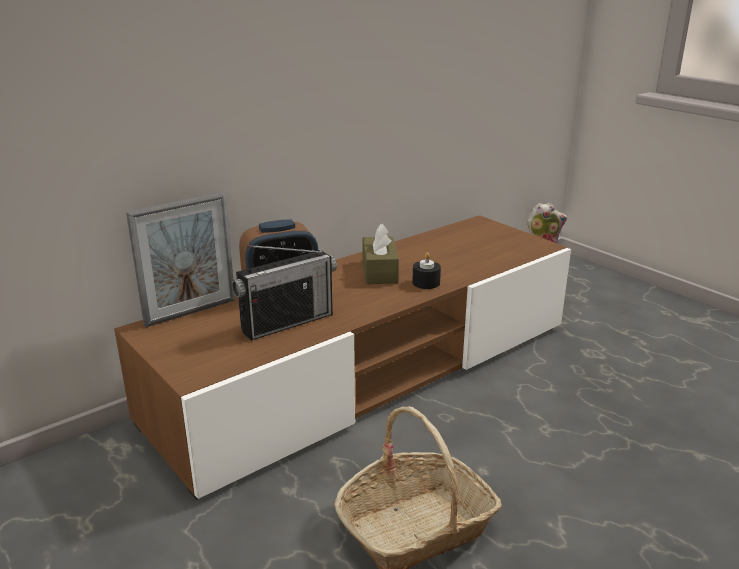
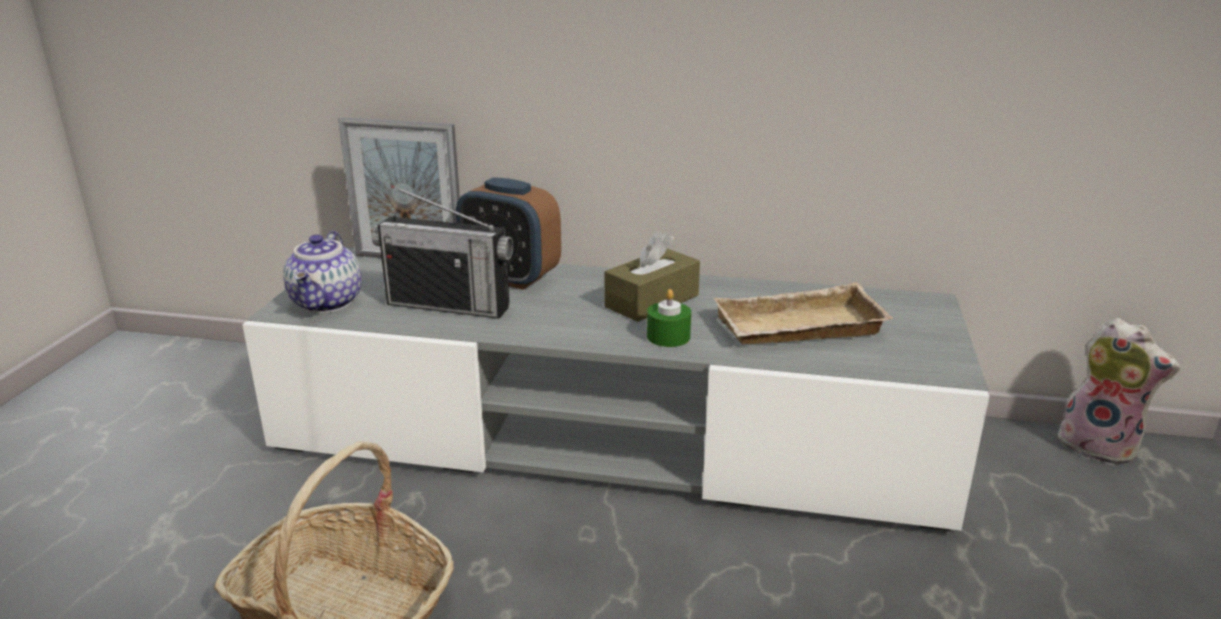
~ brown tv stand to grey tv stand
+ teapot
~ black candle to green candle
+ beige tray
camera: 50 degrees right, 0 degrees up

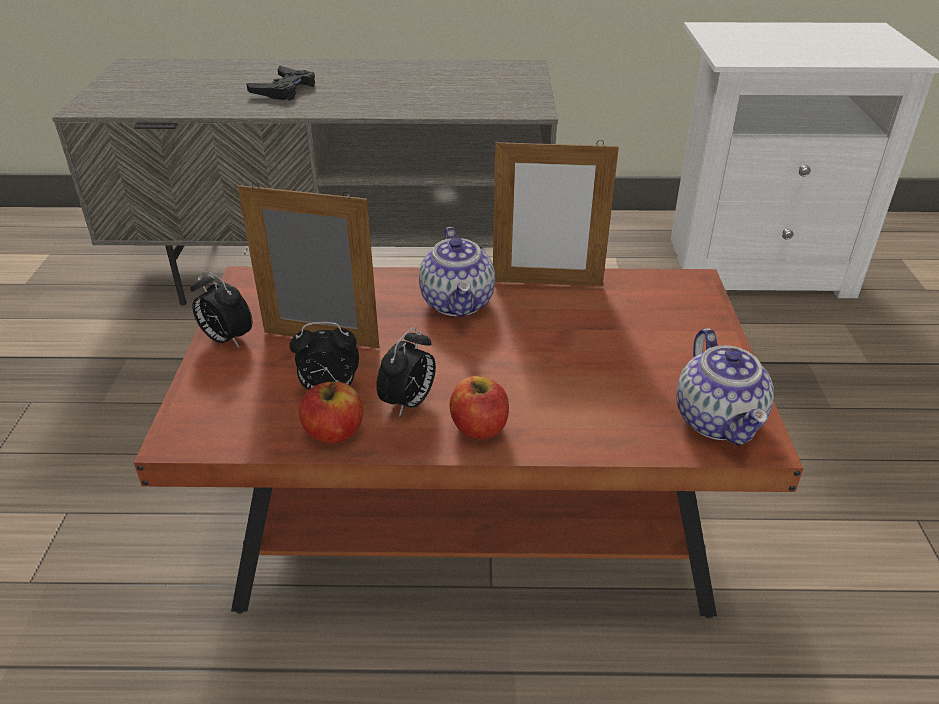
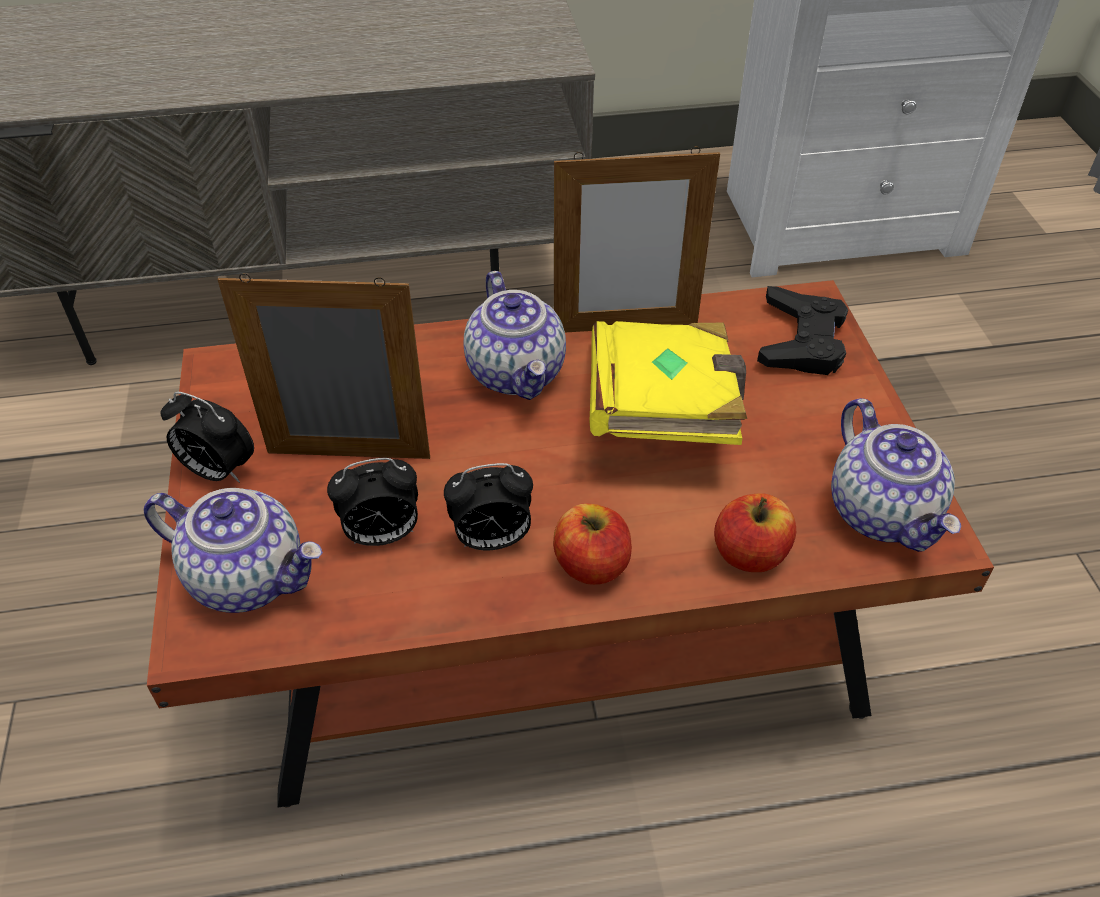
+ teapot (1st from left)
~ alarm clock (3rd from left) 60 degrees clockwise
+ yellow book
~ apple (1st from left in the first image) to apple (2nd from left)
~ black game controller
camera: 10 degrees left, 10 degrees up

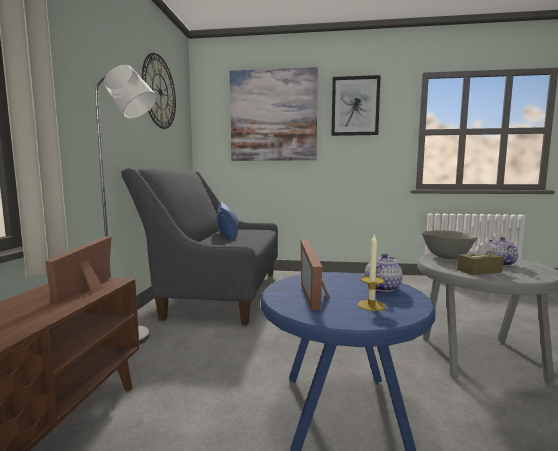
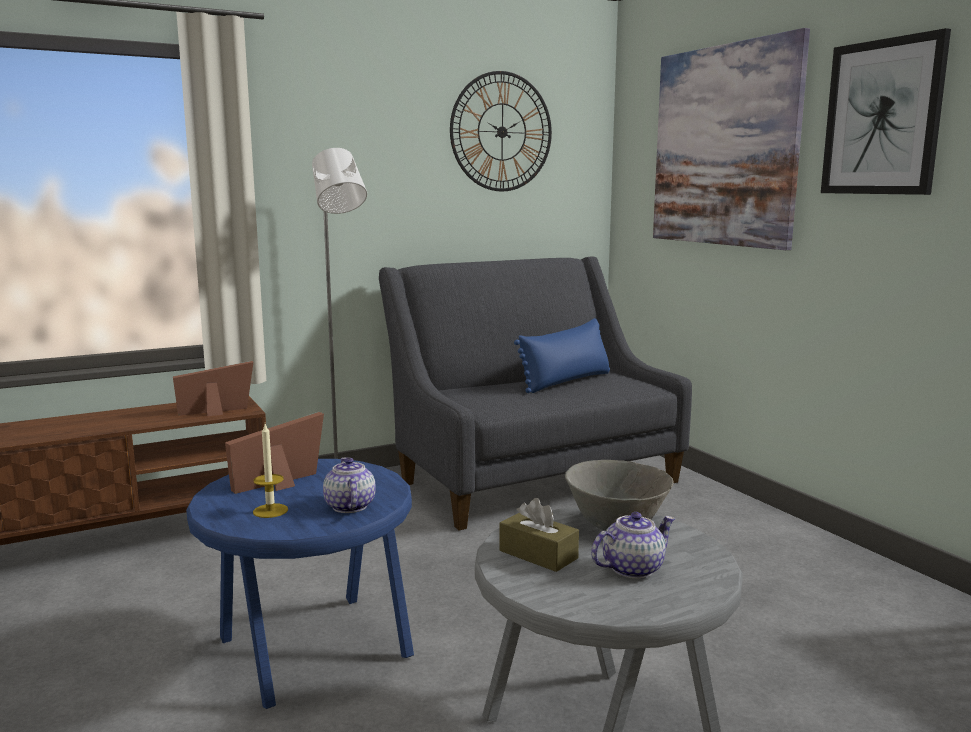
~ teapot (1st from left) 105 degrees counterclockwise
camera: 55 degrees right, 5 degrees up

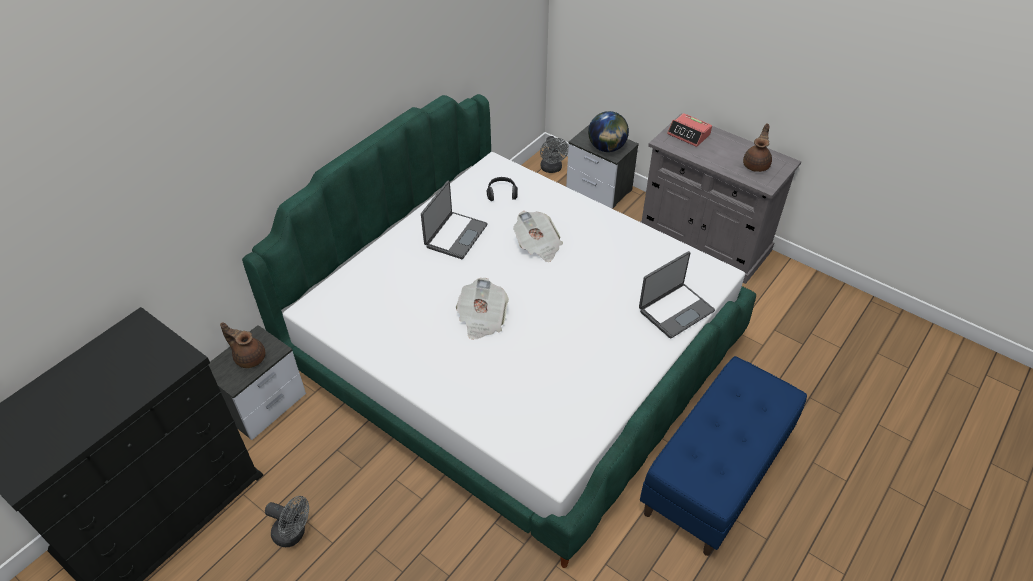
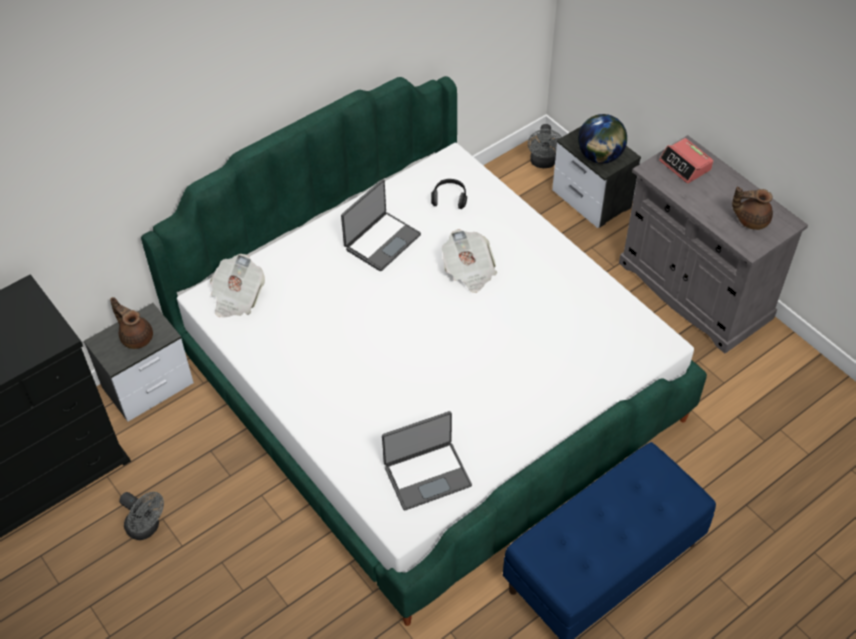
~ newspaper (1st from left)
~ laptop (2nd from left)
~ brown teapot (2nd from left) 120 degrees counterclockwise
camera: 15 degrees right, 5 degrees up

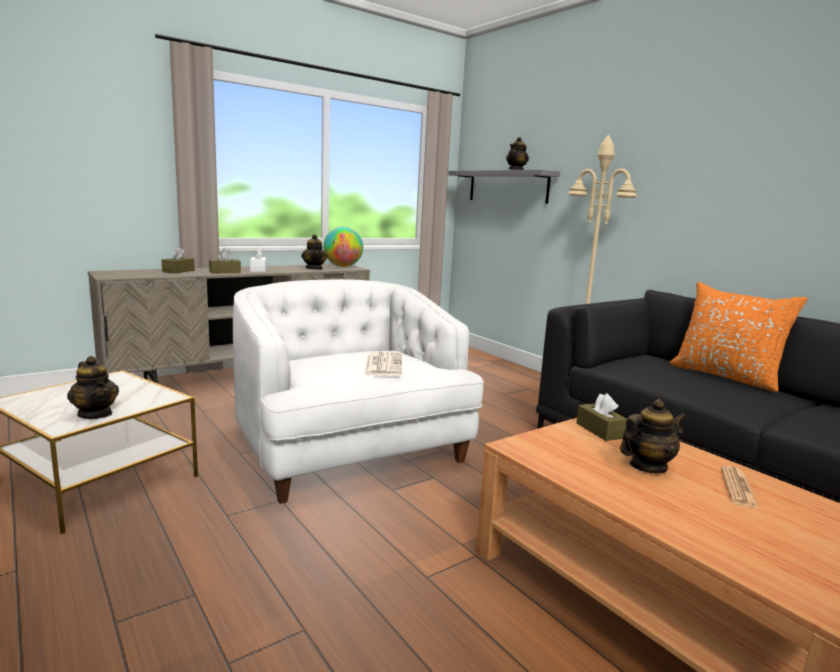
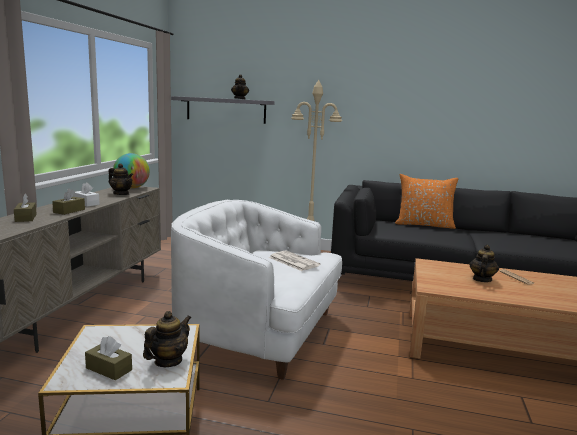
~ brown tissue box (3rd from left)
~ teapot (1st from left in the first image) 60 degrees counterclockwise
camera: 40 degrees left, 0 degrees up

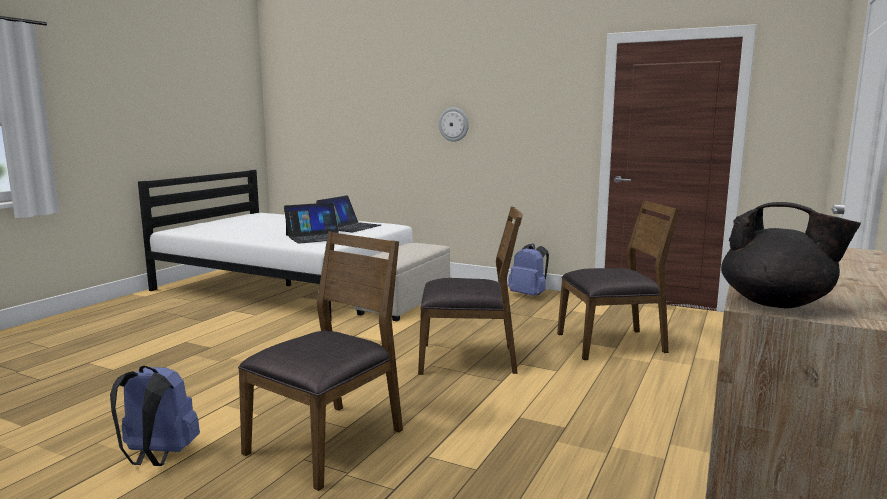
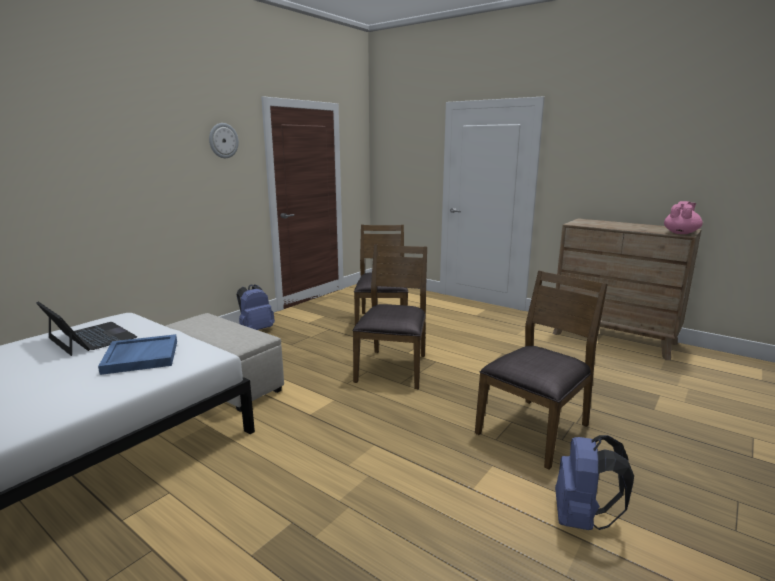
~ laptop (1st from left) to blue tray
~ wall clock
~ brown chair (1st from left in the first image) 90 degrees clockwise
~ black teapot to pink teapot
camera: 80 degrees left, 5 degrees up

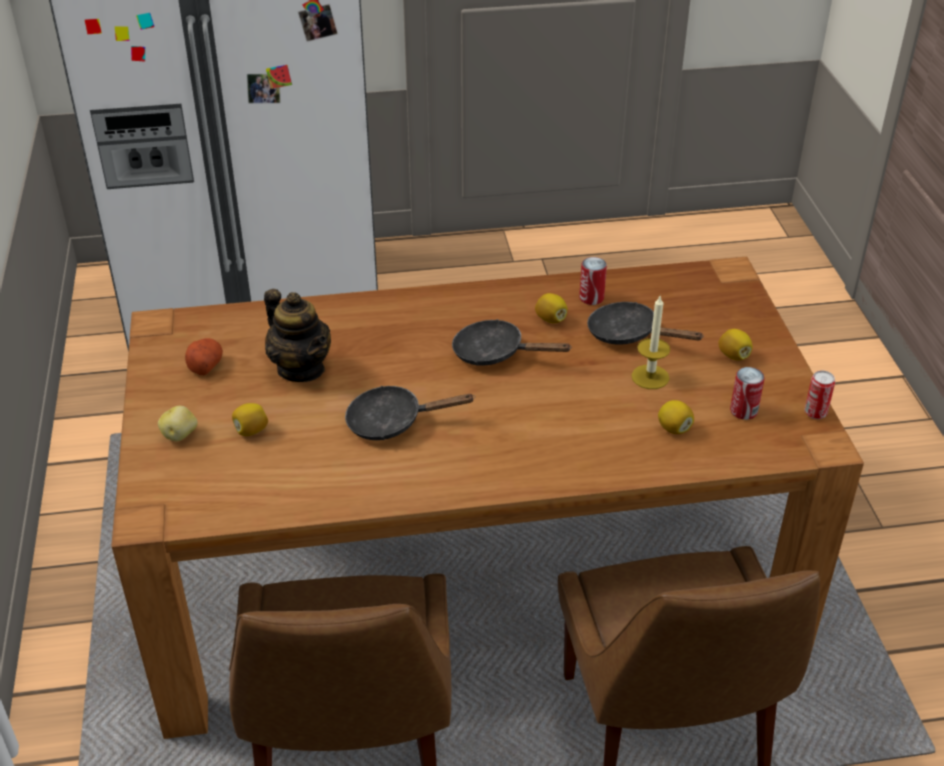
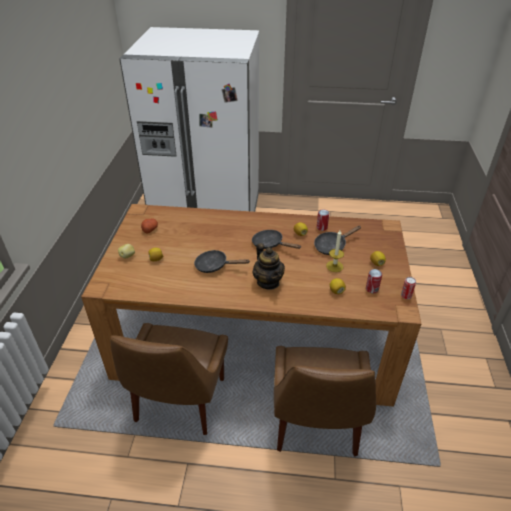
~ teapot
~ black frying pan (3rd from left) 75 degrees counterclockwise
camera: 15 degrees right, 0 degrees up

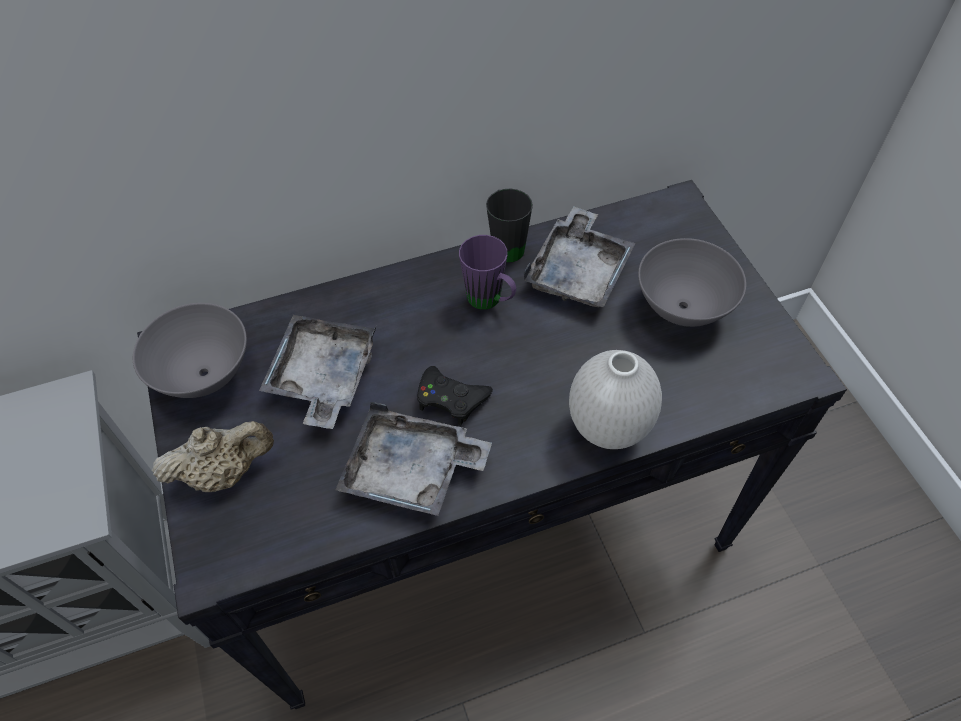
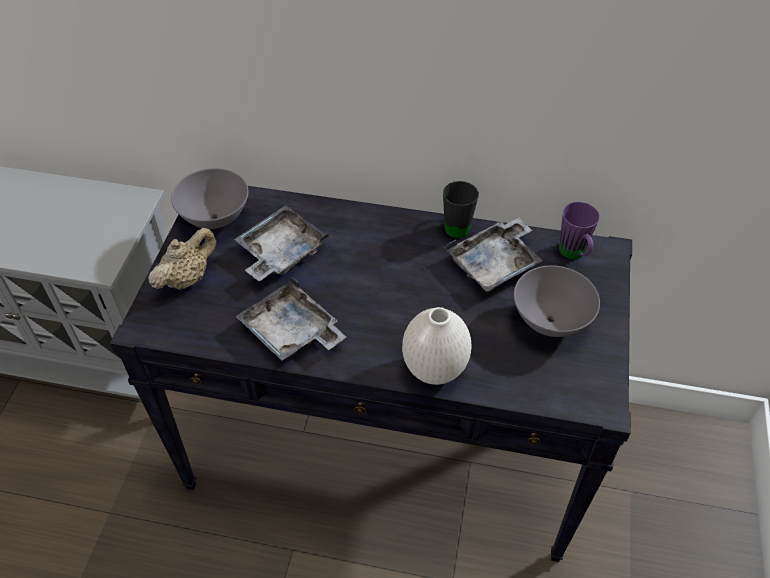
~ beige teapot 60 degrees counterclockwise
~ purple mug
- black game controller
camera: 30 degrees right, 5 degrees down

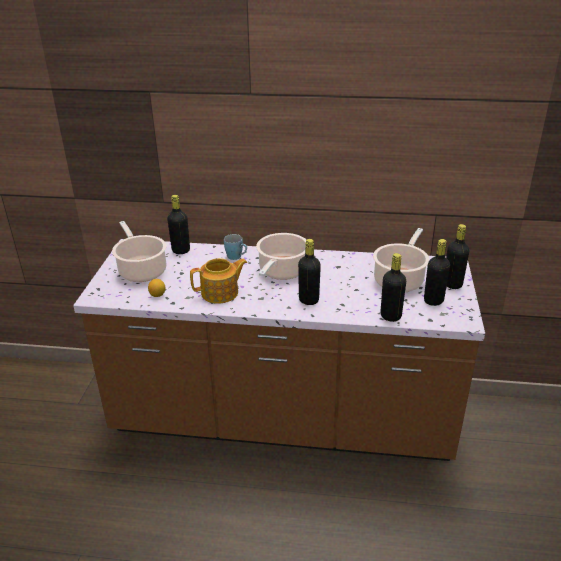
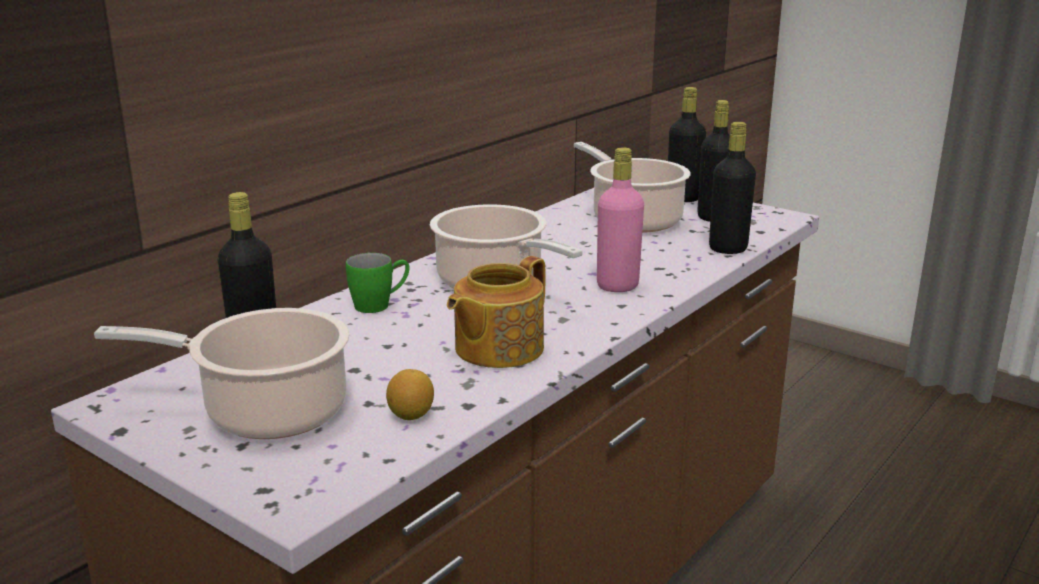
~ blue mug to green mug
~ teapot 150 degrees counterclockwise
~ black bottle (2nd from left) to pink bottle
camera: 60 degrees left, 10 degrees down

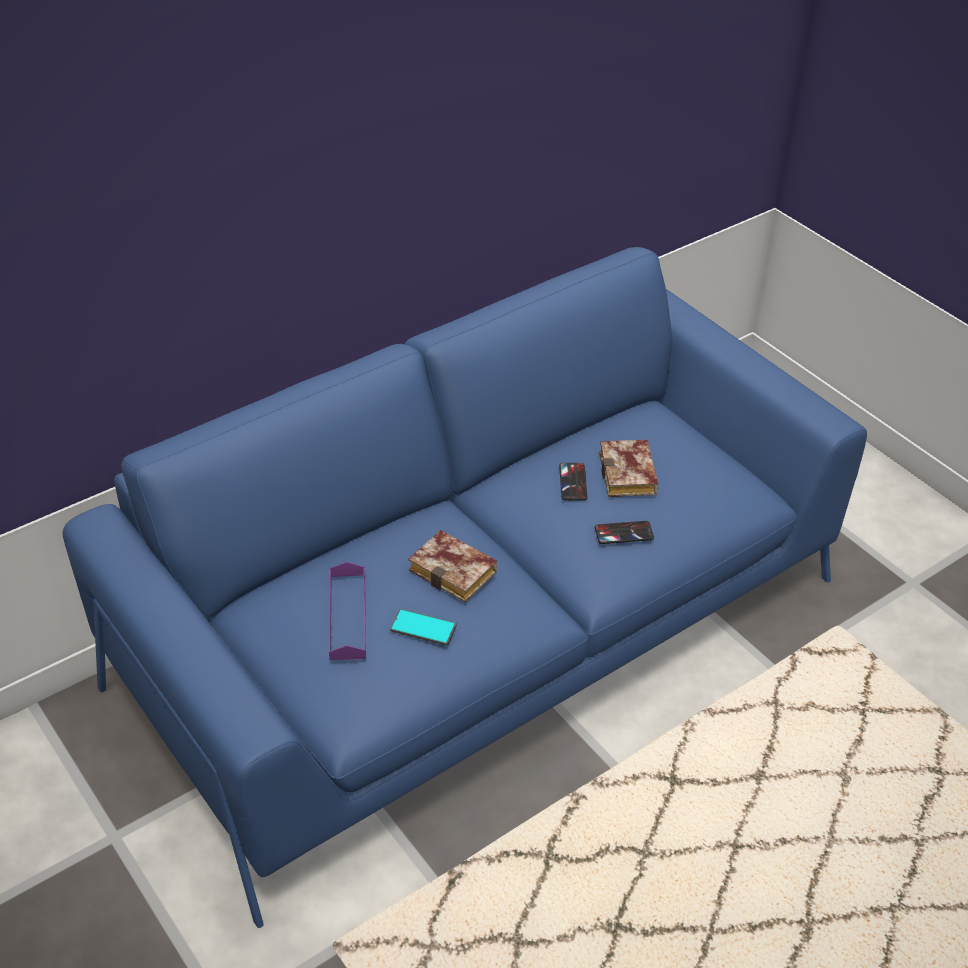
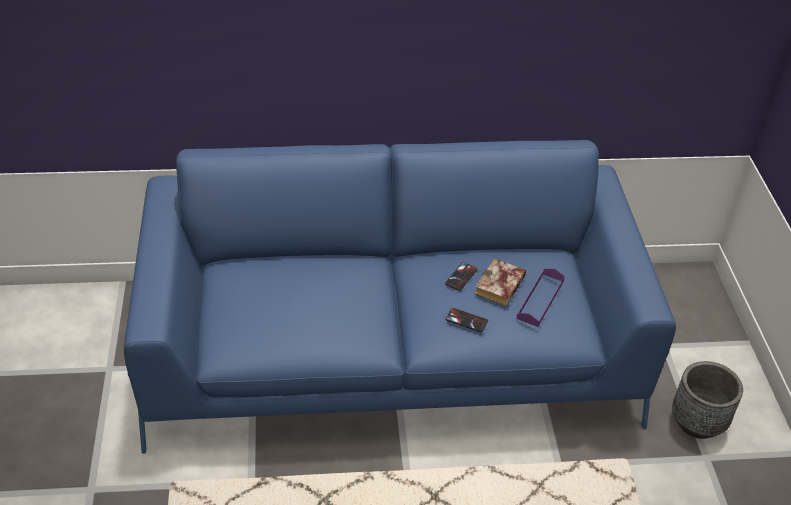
~ purple tray
+ grey planter
- phone (1st from left)
- book (1st from left)
camera: 30 degrees right, 0 degrees up

